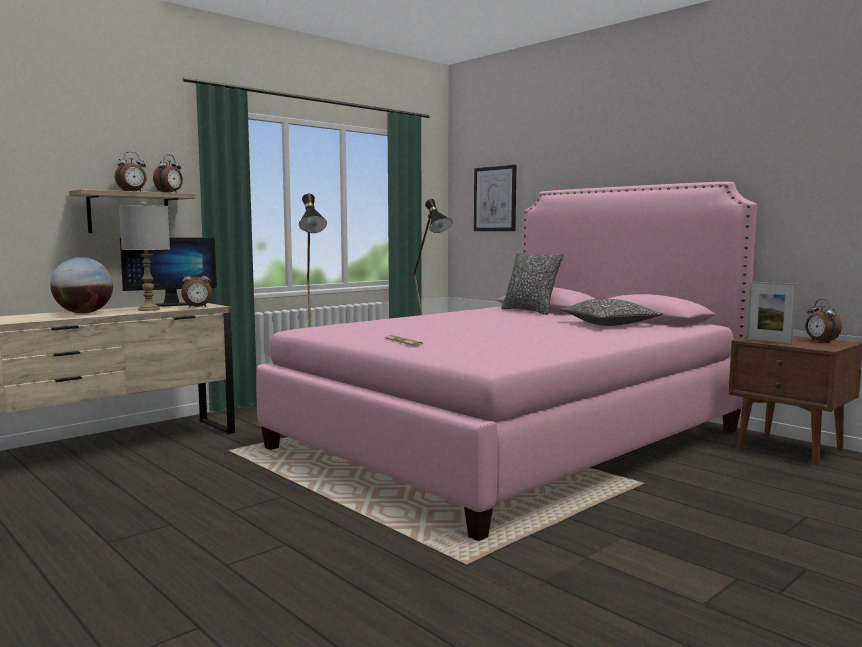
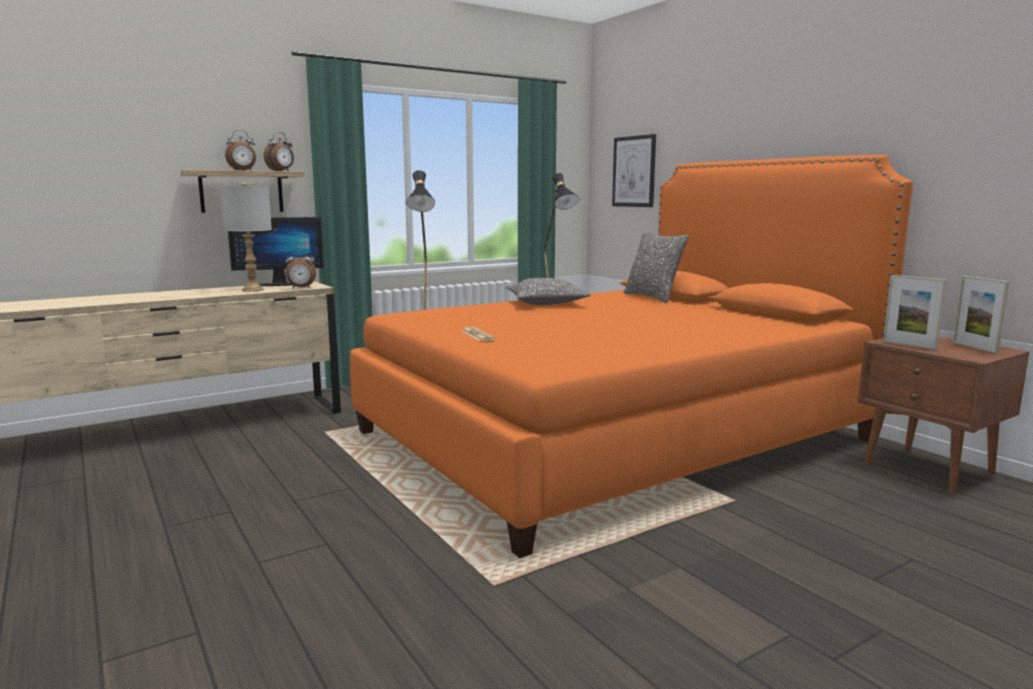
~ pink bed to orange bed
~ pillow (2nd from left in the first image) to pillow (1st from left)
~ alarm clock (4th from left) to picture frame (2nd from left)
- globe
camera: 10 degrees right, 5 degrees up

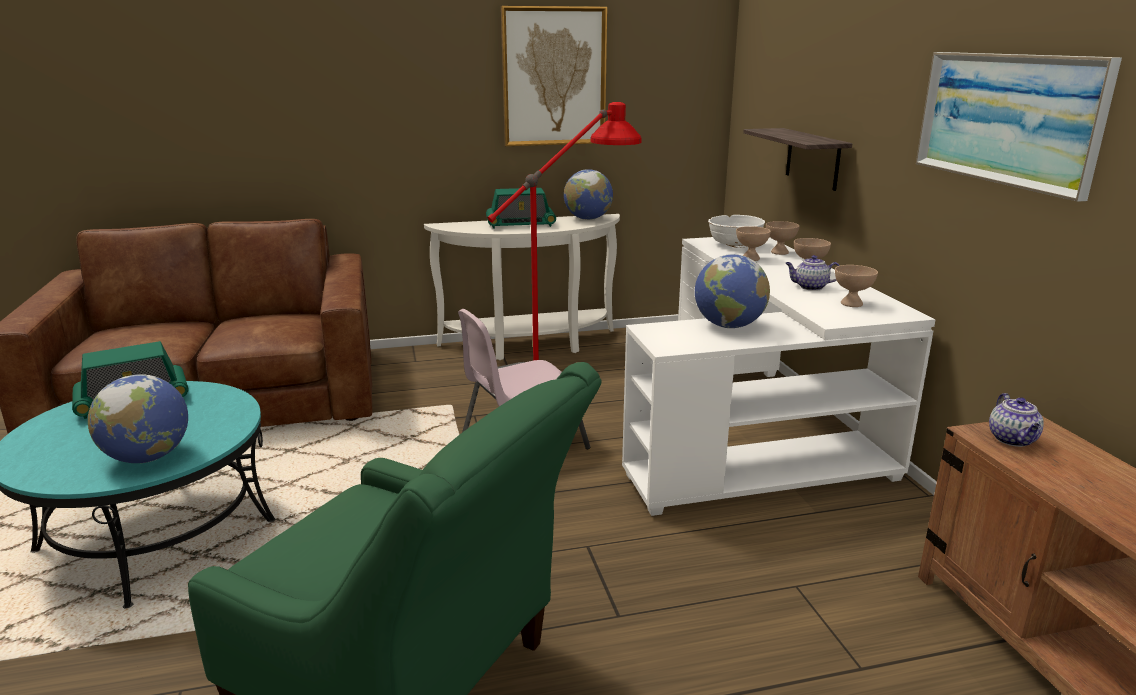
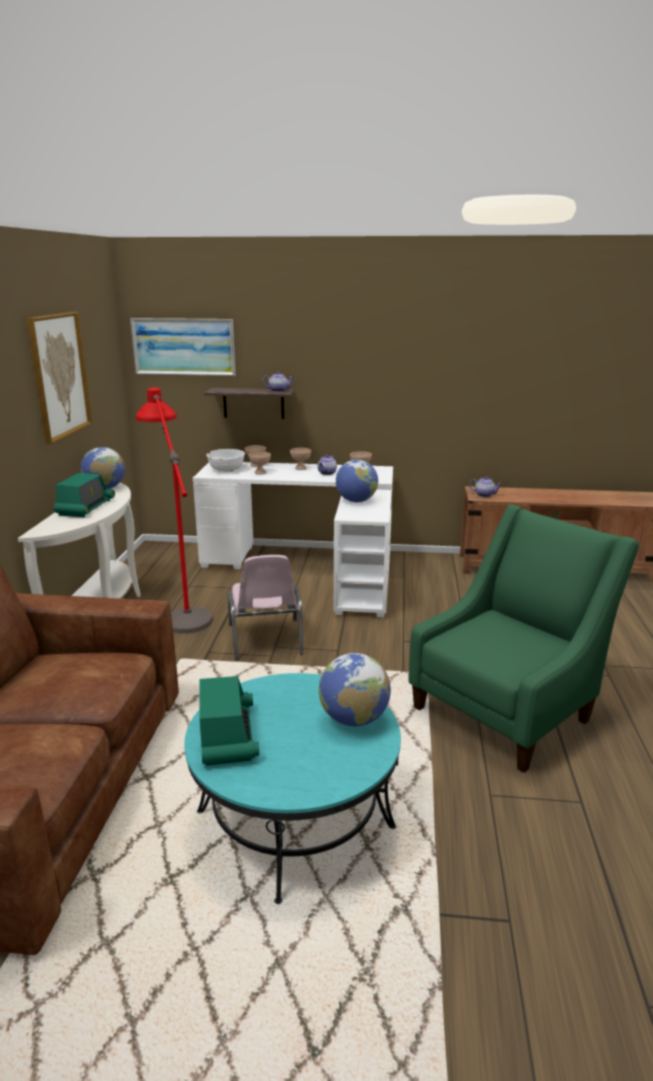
~ picture (2nd from left)
+ teapot (1st from left)
camera: 70 degrees left, 0 degrees up

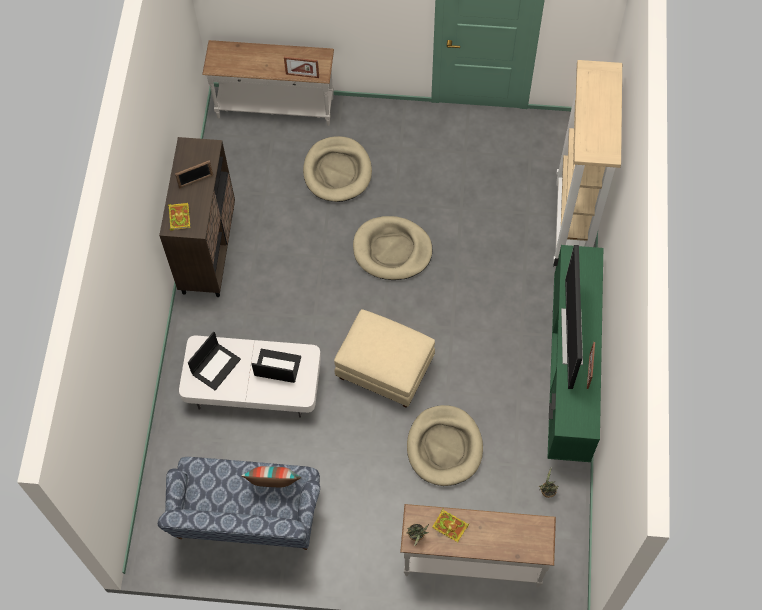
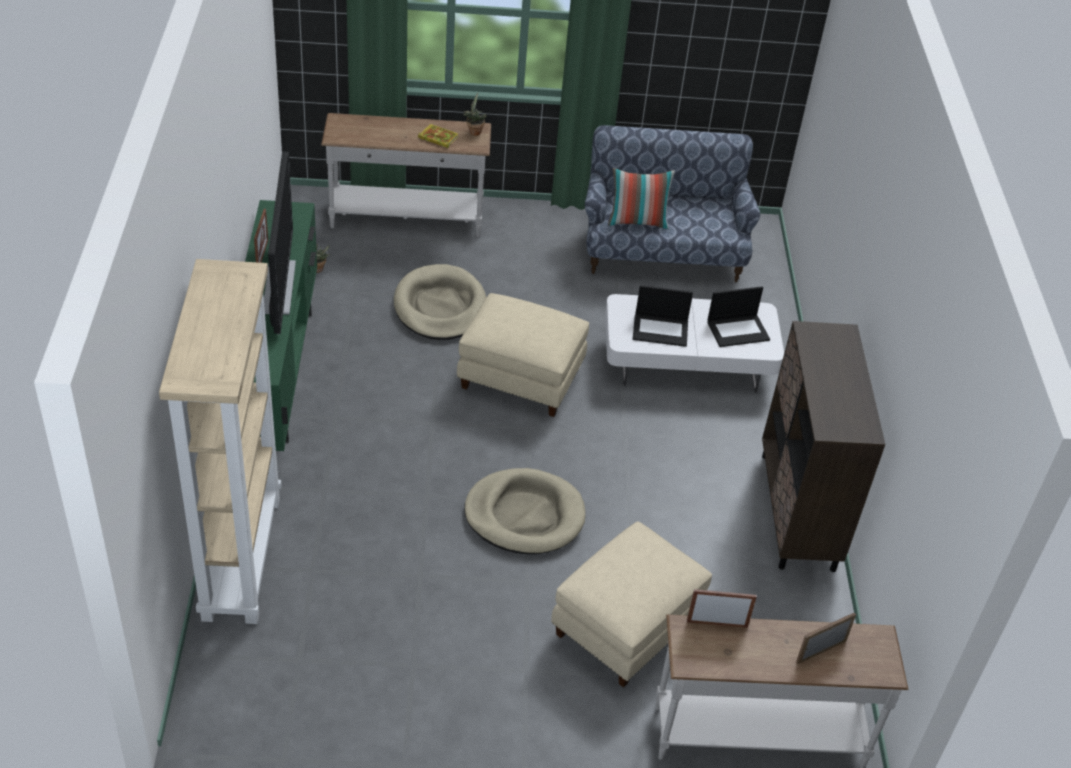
~ beige dog bed (1st from left) to beige ottoman (2nd from left)
~ laptop (1st from left in the first image) 135 degrees counterclockwise
~ picture frame (1st from left in the first image) to picture frame (3rd from left)
- book (1st from left)
camera: 170 degrees right, 20 degrees down

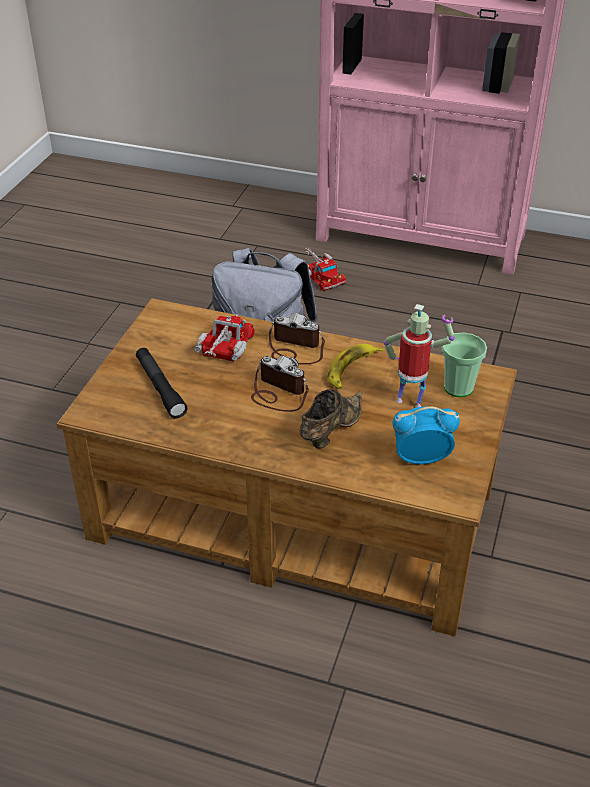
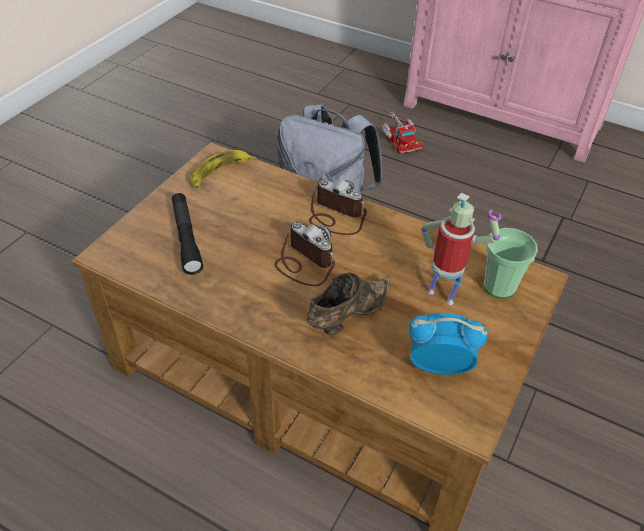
~ banana
- toy truck (1st from left)
camera: 10 degrees right, 5 degrees up

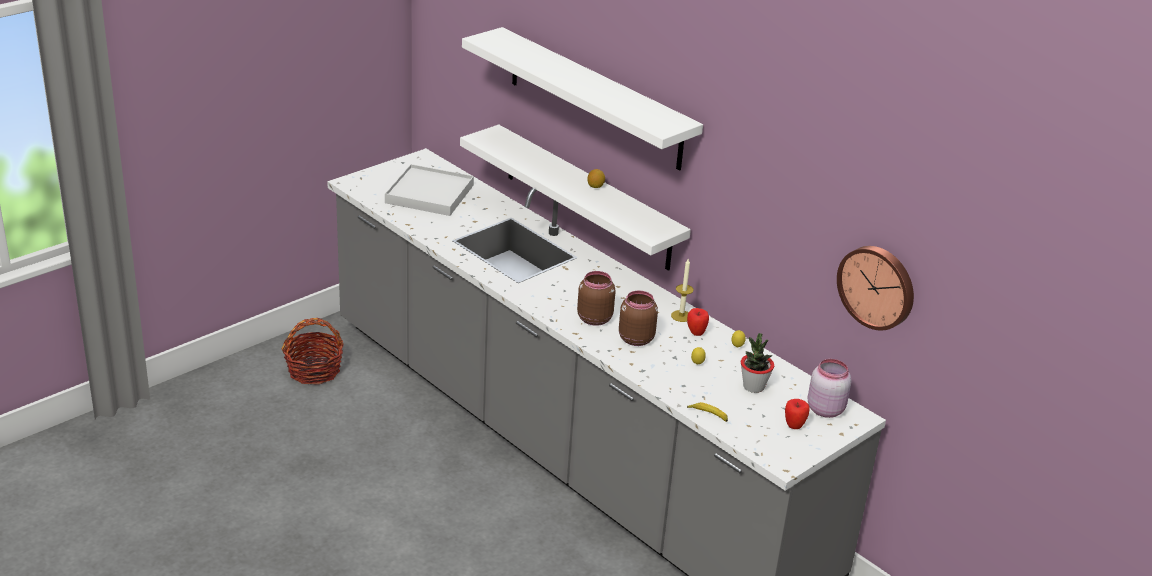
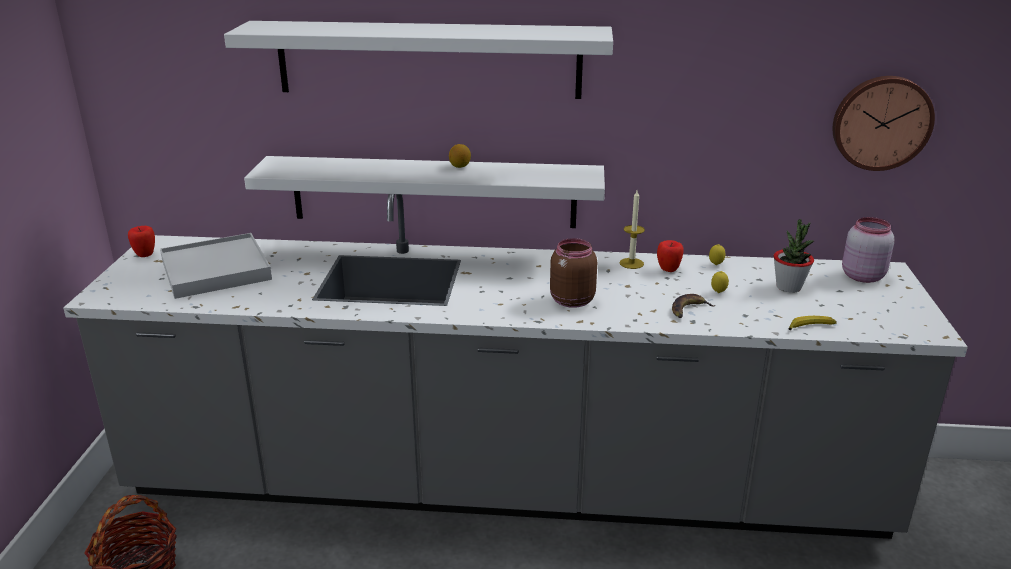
~ apple (2nd from left in the first image) to apple (1st from left)
+ banana (1st from left)
- brown jar (2nd from left)
camera: 40 degrees left, 5 degrees down

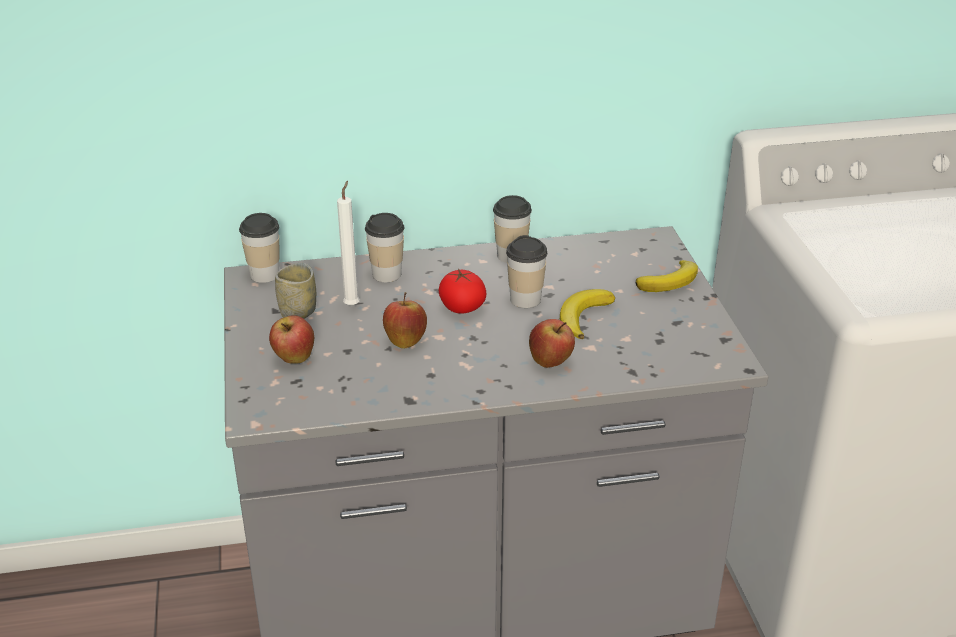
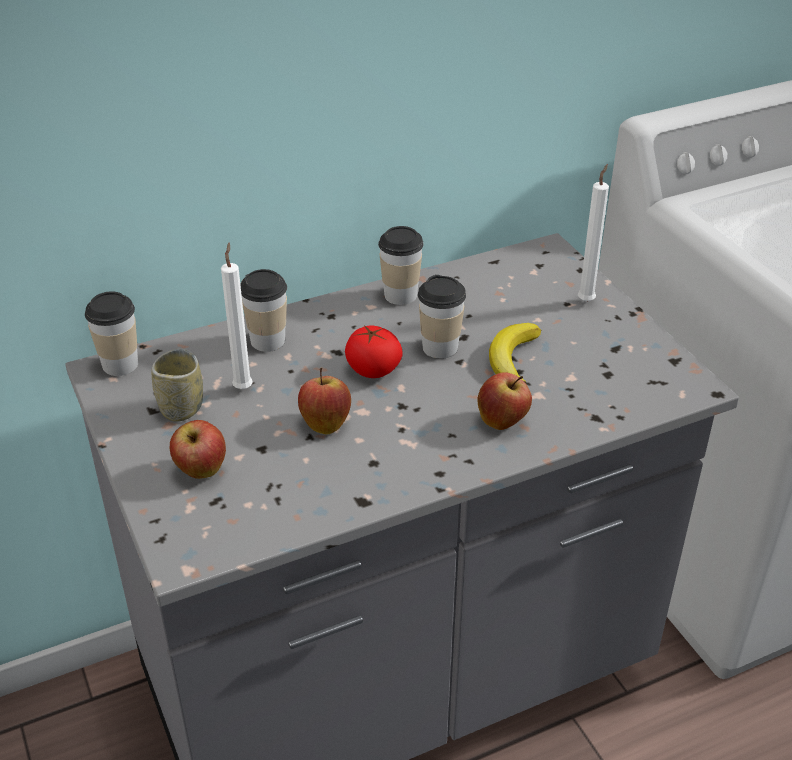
~ banana (2nd from left) to white candle (2nd from left)
camera: 15 degrees left, 5 degrees up

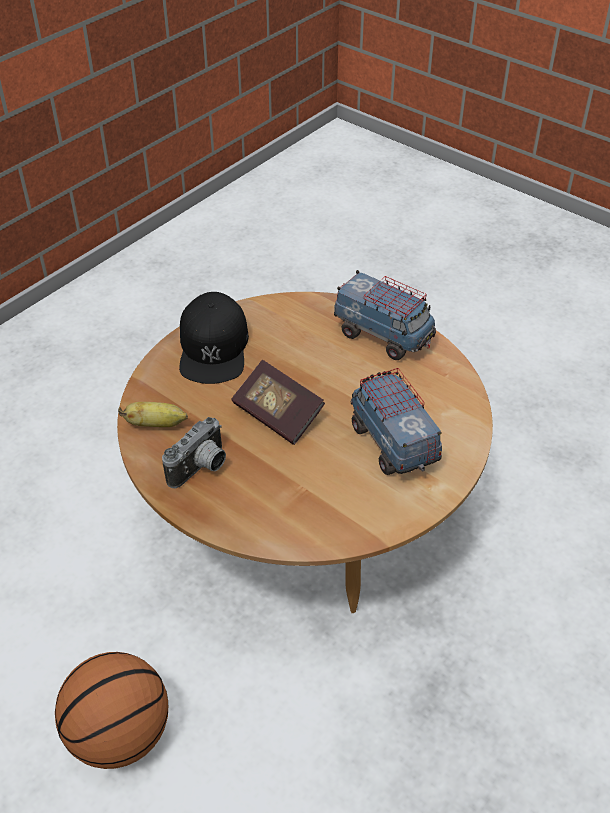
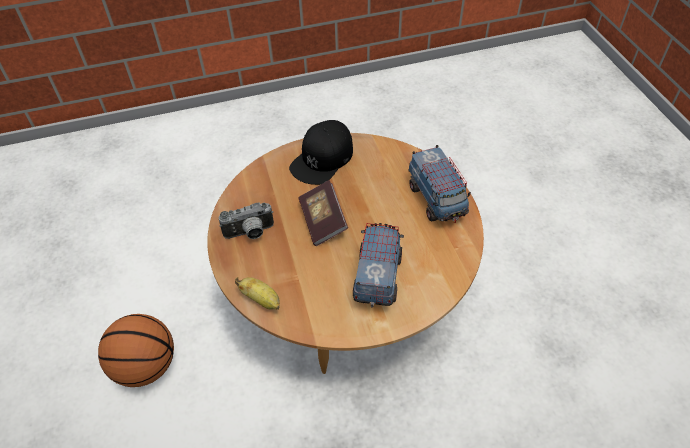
~ banana
camera: 35 degrees right, 5 degrees up

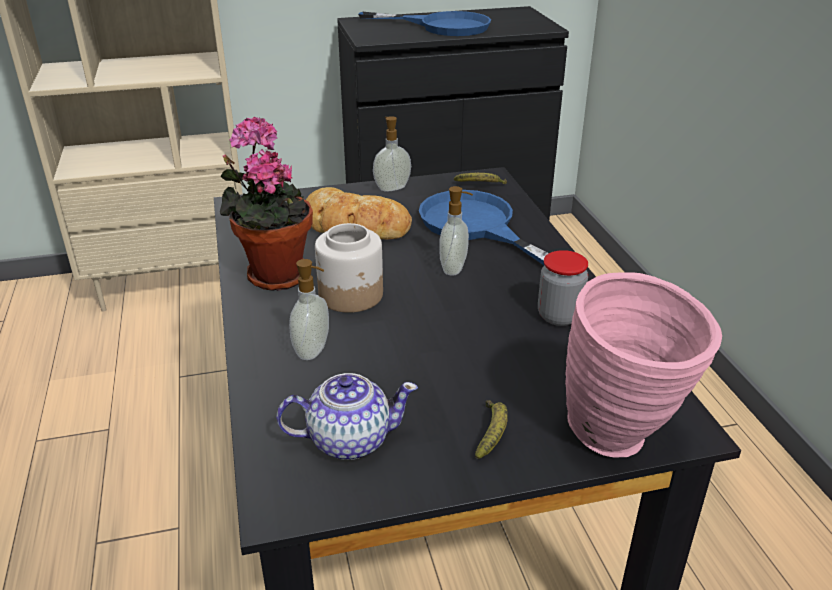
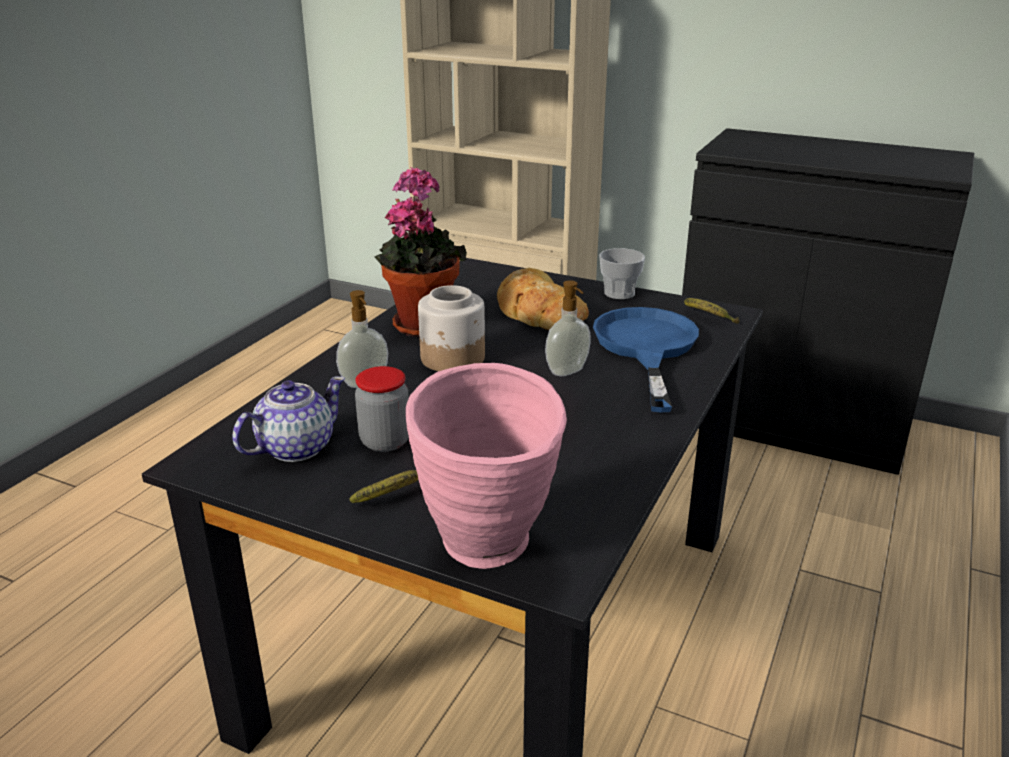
~ teapot 75 degrees counterclockwise
~ jar (2nd from left in the first image) to jar (1st from left)
~ soap dispenser (2nd from left) to cup
- blue frying pan (1st from left)
camera: 40 degrees right, 5 degrees down

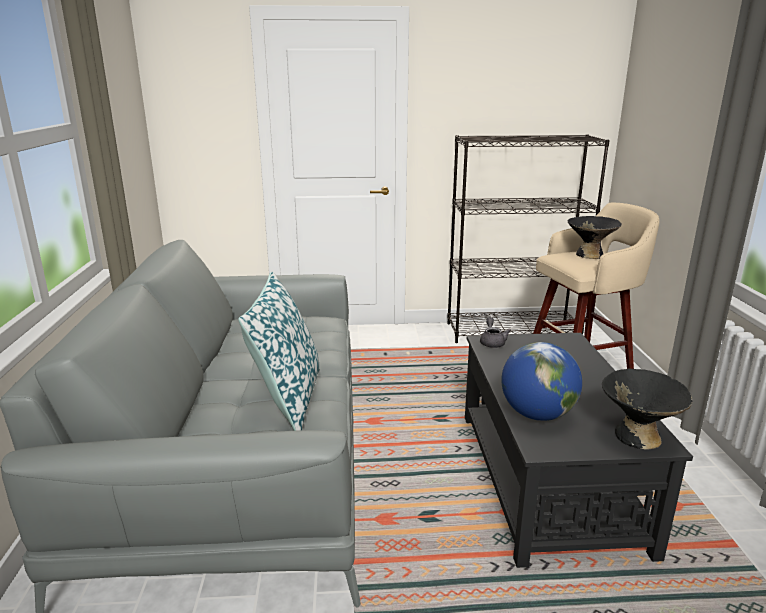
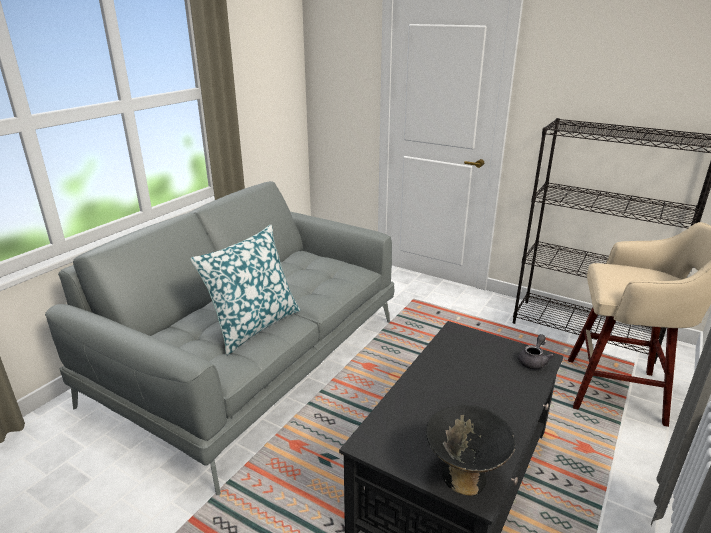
~ grey teapot
- globe
- black bowl (1st from left)
camera: 35 degrees right, 5 degrees up

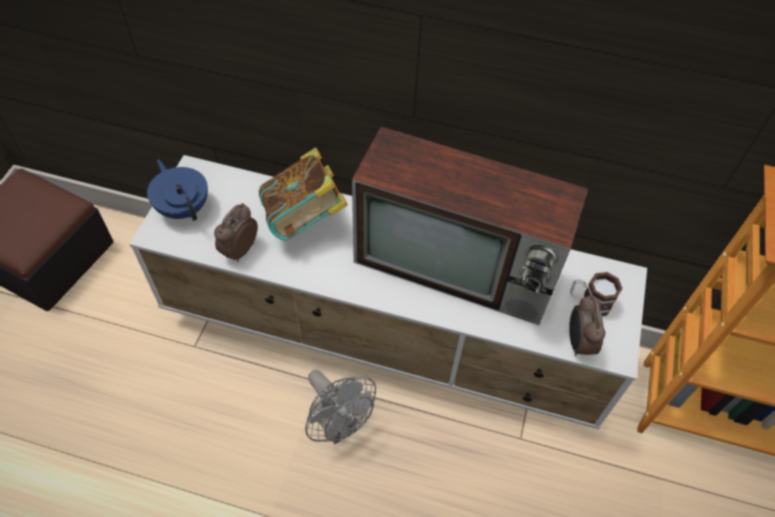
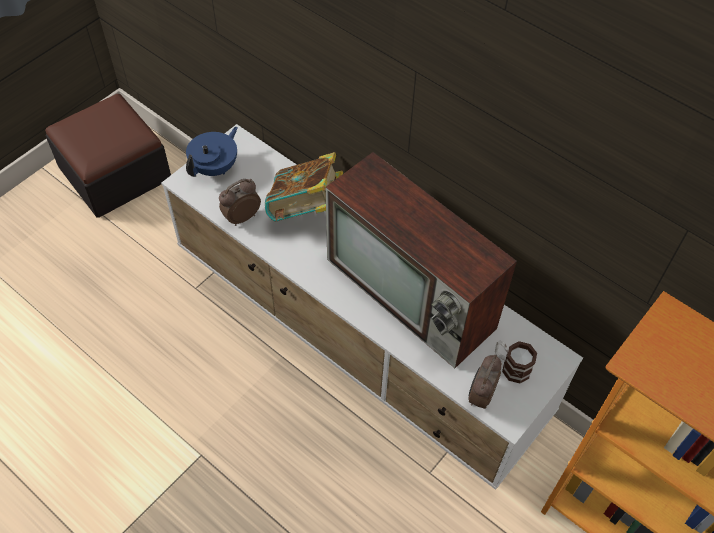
~ blue teapot 45 degrees clockwise
- grey fan
camera: 25 degrees right, 0 degrees up

